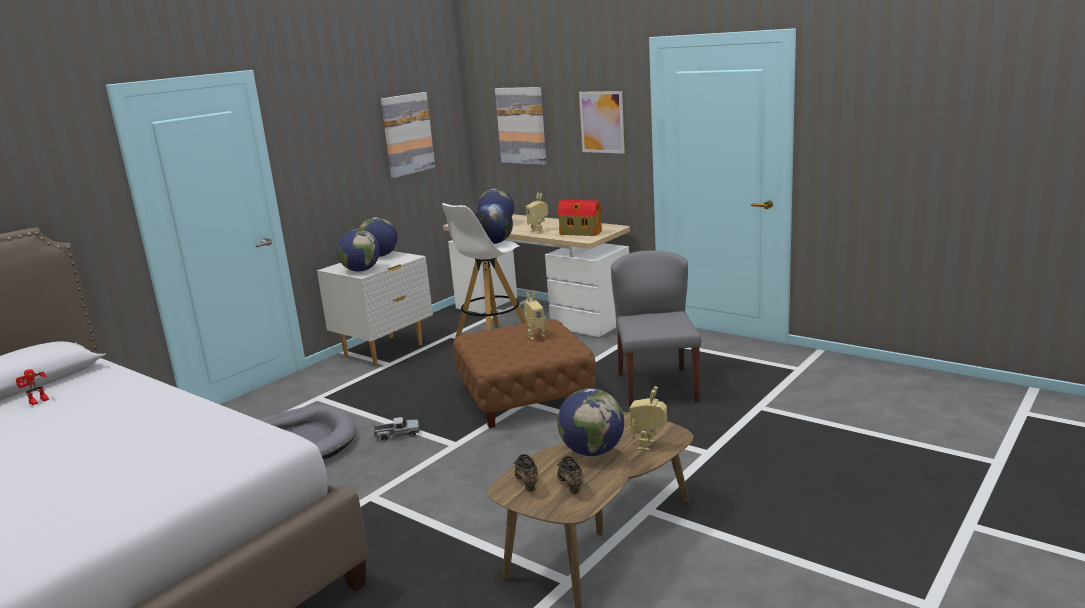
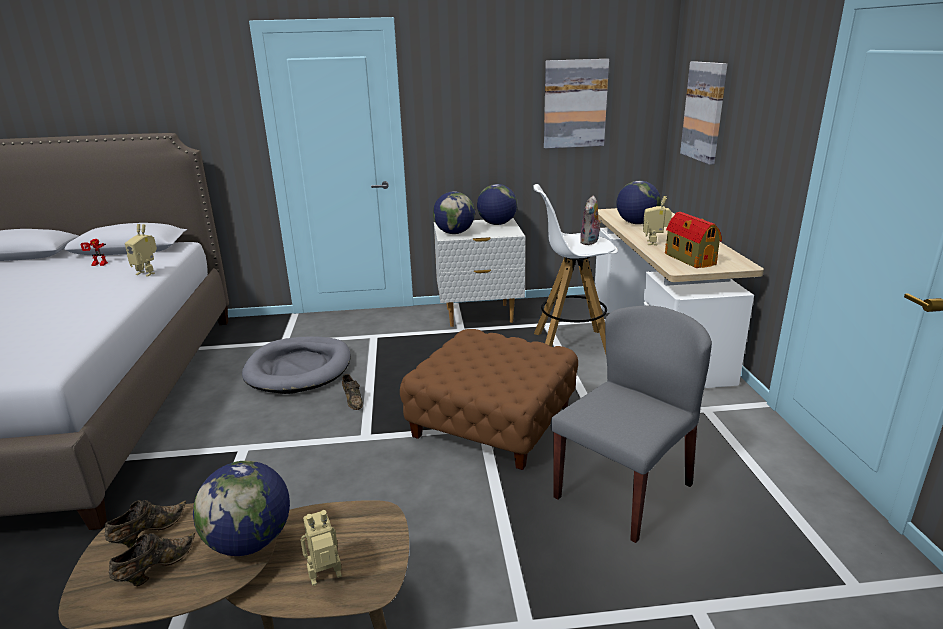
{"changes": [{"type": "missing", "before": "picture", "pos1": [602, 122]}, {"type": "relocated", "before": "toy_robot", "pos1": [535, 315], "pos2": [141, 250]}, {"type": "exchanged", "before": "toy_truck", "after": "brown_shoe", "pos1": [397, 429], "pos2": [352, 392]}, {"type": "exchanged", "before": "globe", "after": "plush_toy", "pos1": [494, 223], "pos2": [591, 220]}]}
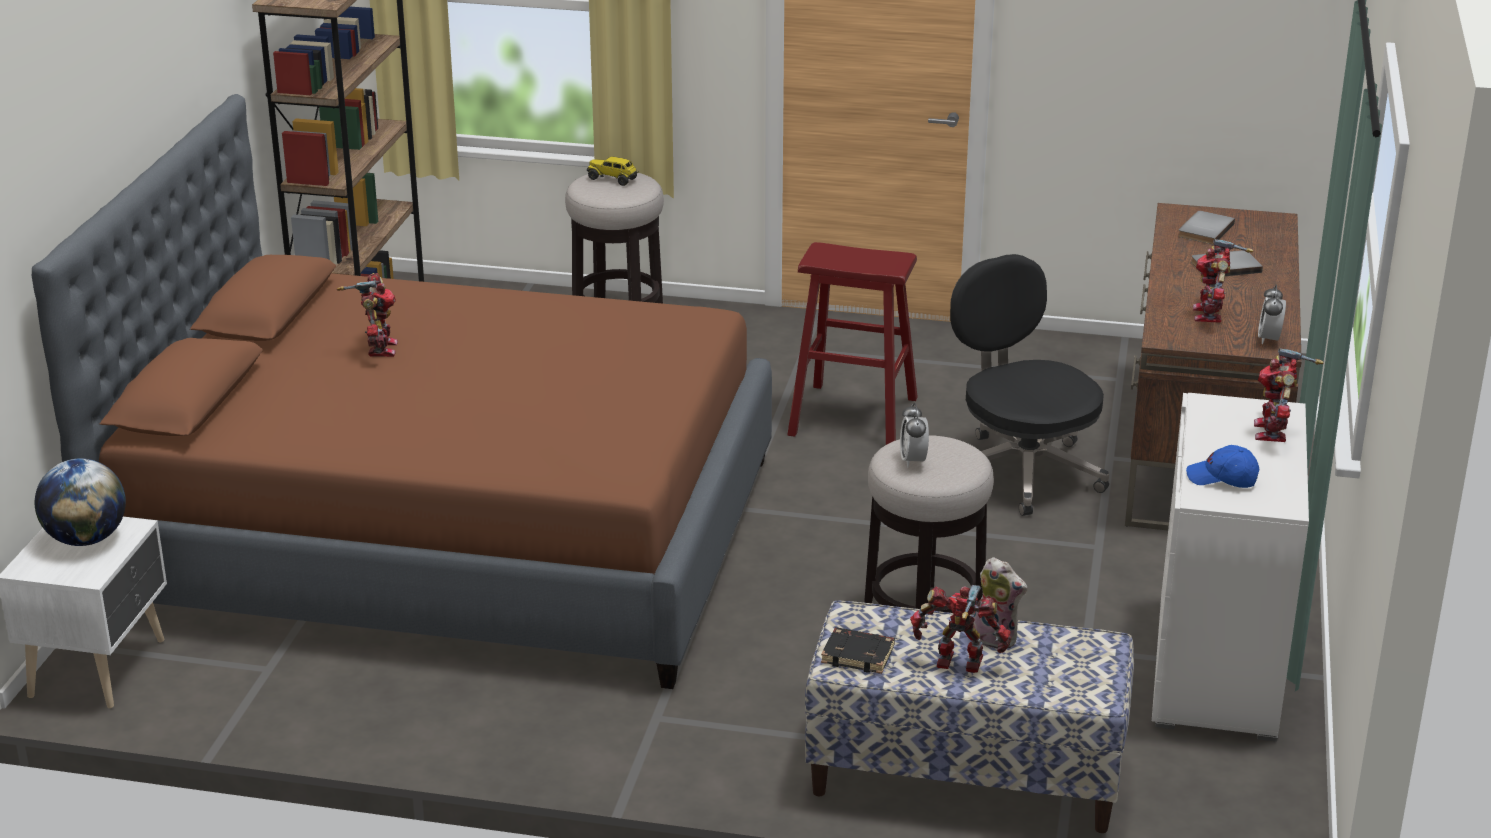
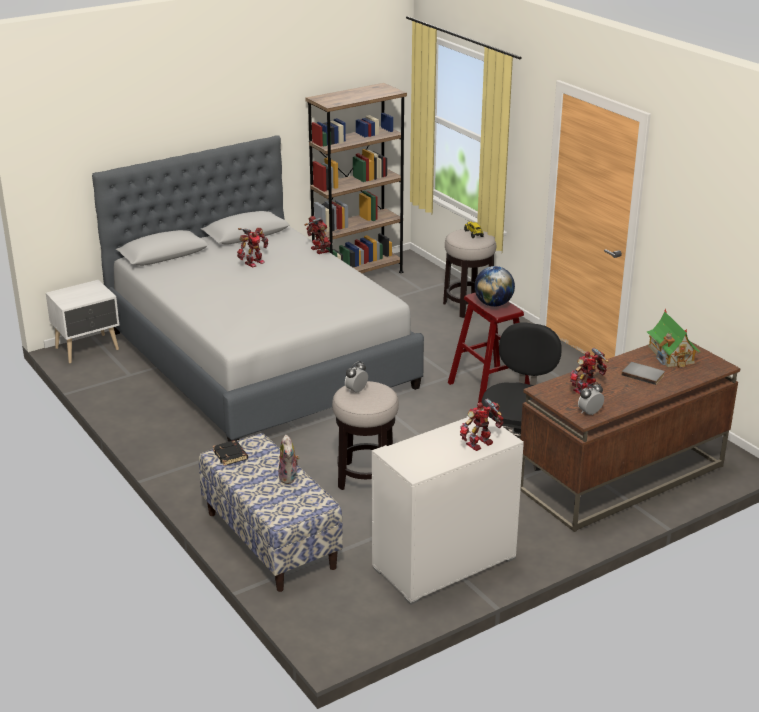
{"changes": [{"type": "missing", "before": "blue_cap", "pos1": [1222, 466]}, {"type": "relocated", "before": "globe", "pos1": [80, 502], "pos2": [494, 286]}, {"type": "relocated", "before": "toy_robot", "pos1": [960, 629], "pos2": [318, 235]}, {"type": "exchanged", "before": "grey_book", "after": "toy_house", "pos1": [1206, 228], "pos2": [674, 338]}, {"type": "colour", "before": "brown_bed", "after": "grey_bed", "pos1": [402, 391], "pos2": [258, 288]}]}
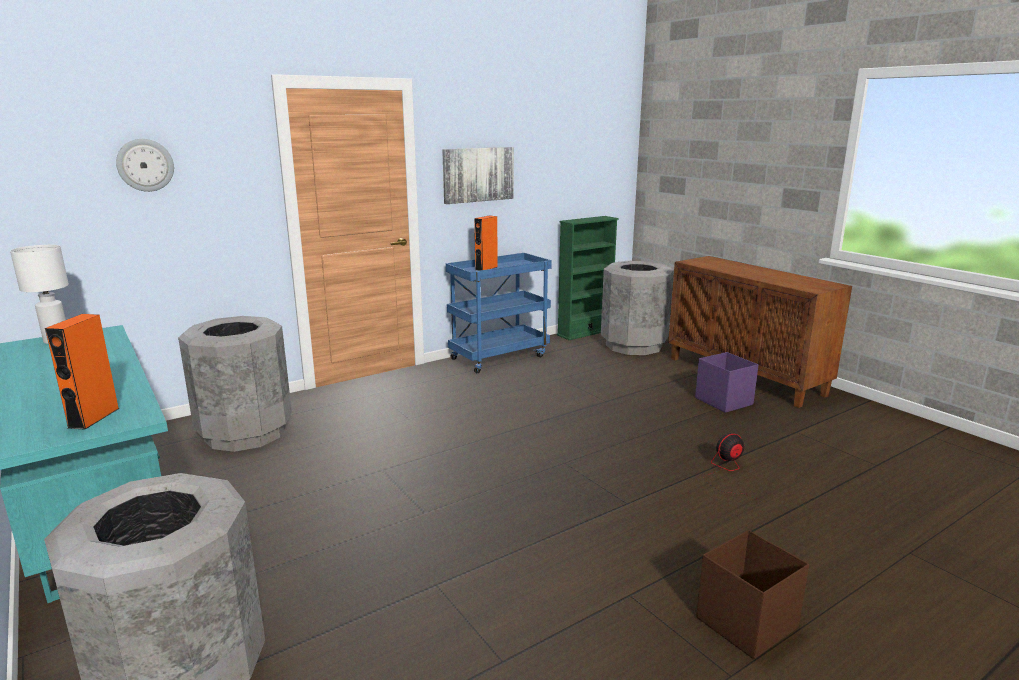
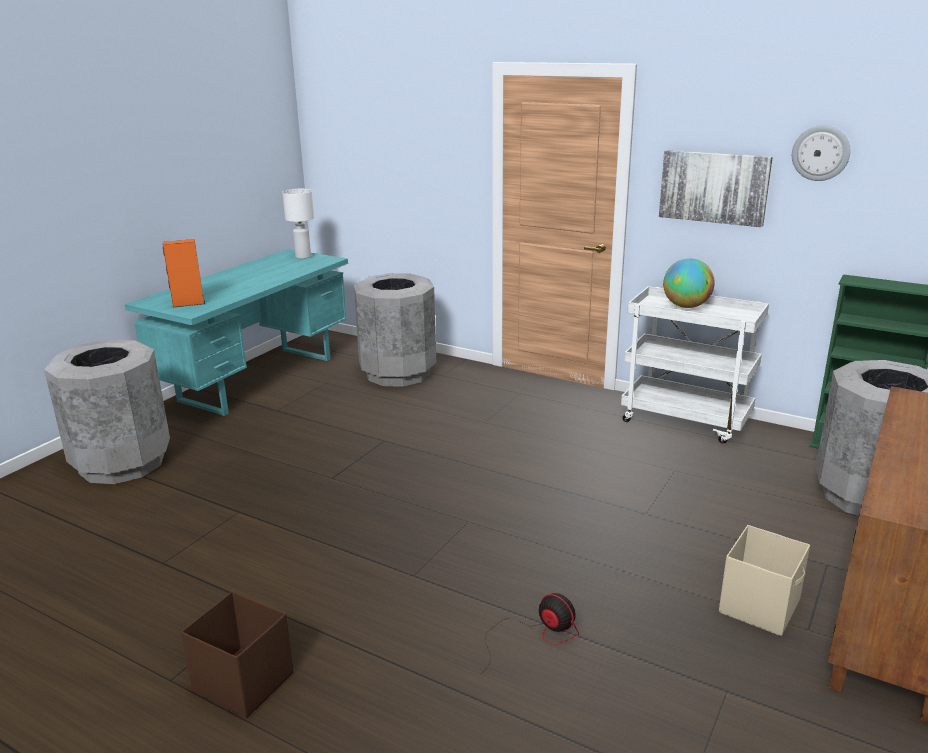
{"changes": [{"type": "relocated", "before": "wall_clock", "pos1": [145, 165], "pos2": [821, 153]}, {"type": "exchanged", "before": "orange_speaker", "after": "globe", "pos1": [486, 243], "pos2": [689, 283]}, {"type": "colour", "before": "blue_cart", "after": "white_cart", "pos1": [499, 313], "pos2": [695, 365]}, {"type": "colour", "before": "purple_storage_box", "after": "beige_storage_box", "pos1": [727, 382], "pos2": [764, 580]}]}
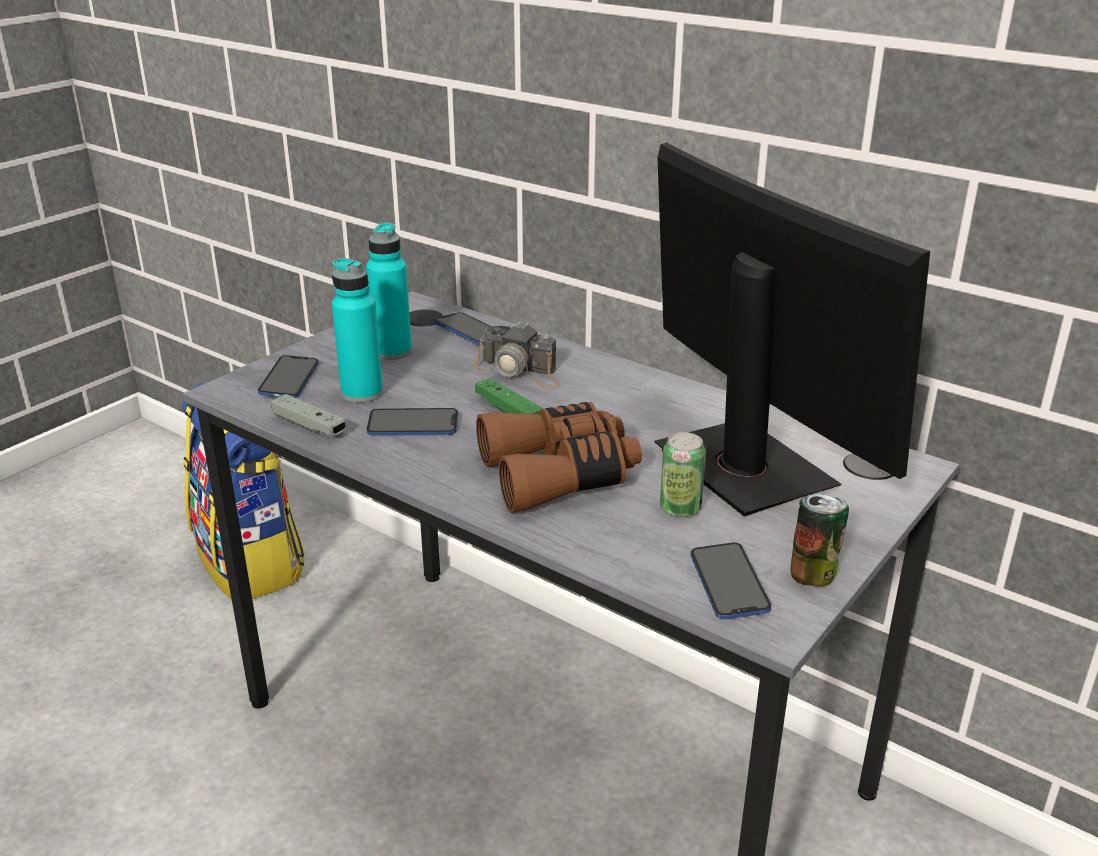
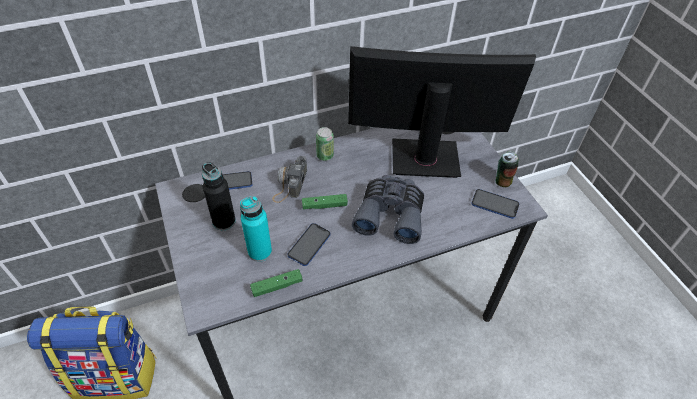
{"changes": [{"type": "missing", "before": "phone", "pos1": [288, 376]}, {"type": "relocated", "before": "can", "pos1": [683, 474], "pos2": [325, 144]}, {"type": "colour", "before": "grey_game_controller", "after": "green_game_controller", "pos1": [309, 415], "pos2": [276, 283]}, {"type": "colour", "before": "turquoise_bottle", "after": "black_bottle", "pos1": [389, 291], "pos2": [219, 196]}, {"type": "colour", "before": "brown_binoculars", "after": "grey_binoculars", "pos1": [559, 457], "pos2": [388, 209]}, {"type": "spun", "before": "photo_camera", "pos1": [517, 355], "pos2": [289, 179], "turn": 135}]}
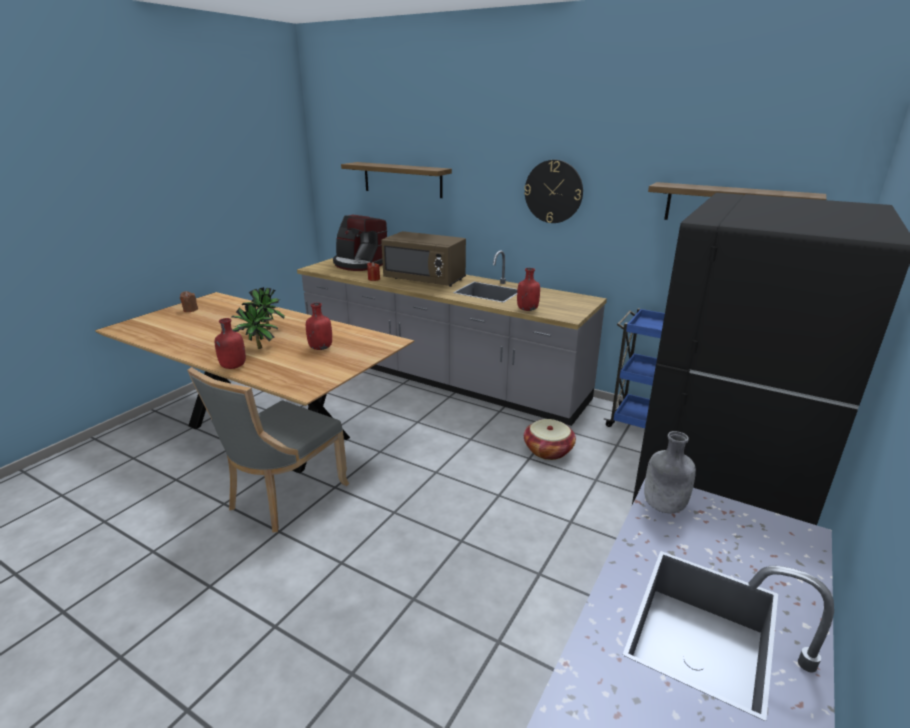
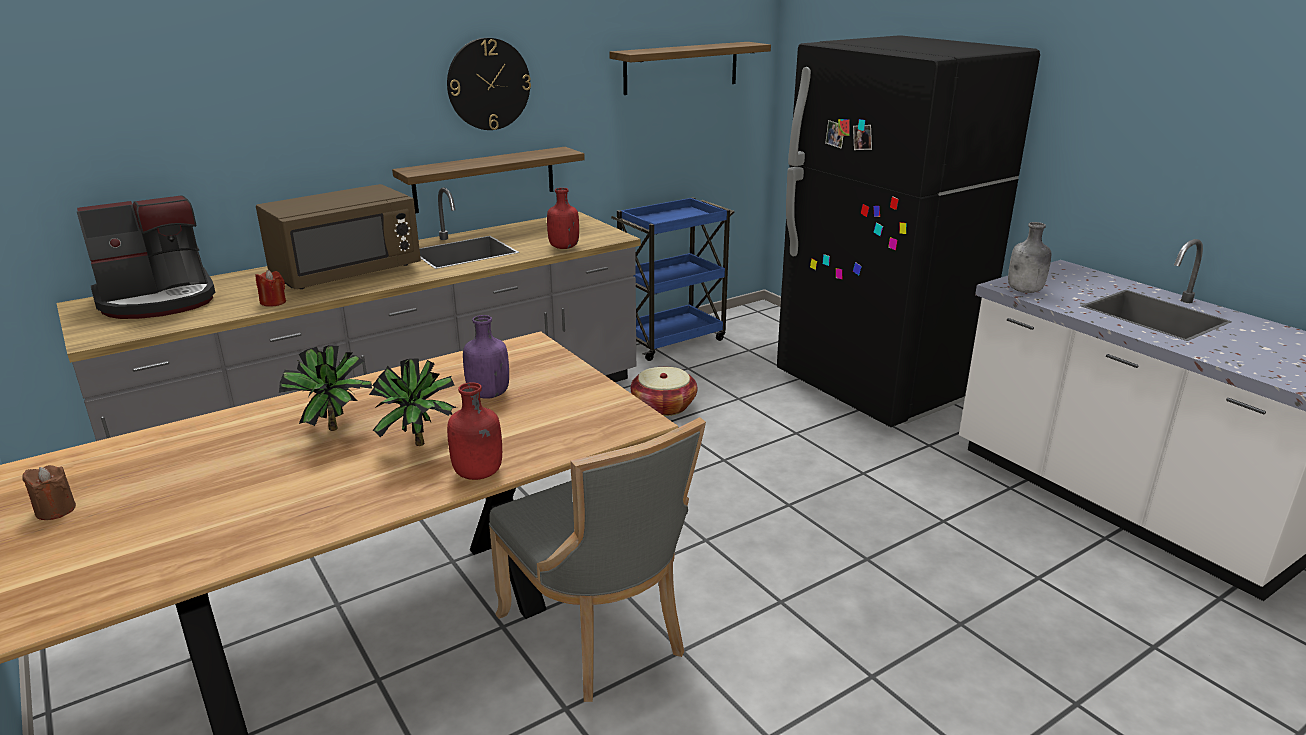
{"changes": [{"type": "relocated", "before": "shelf", "pos1": [396, 180], "pos2": [488, 180]}, {"type": "colour", "before": "red_bottle", "after": "purple_bottle", "pos1": [319, 326], "pos2": [486, 357]}]}
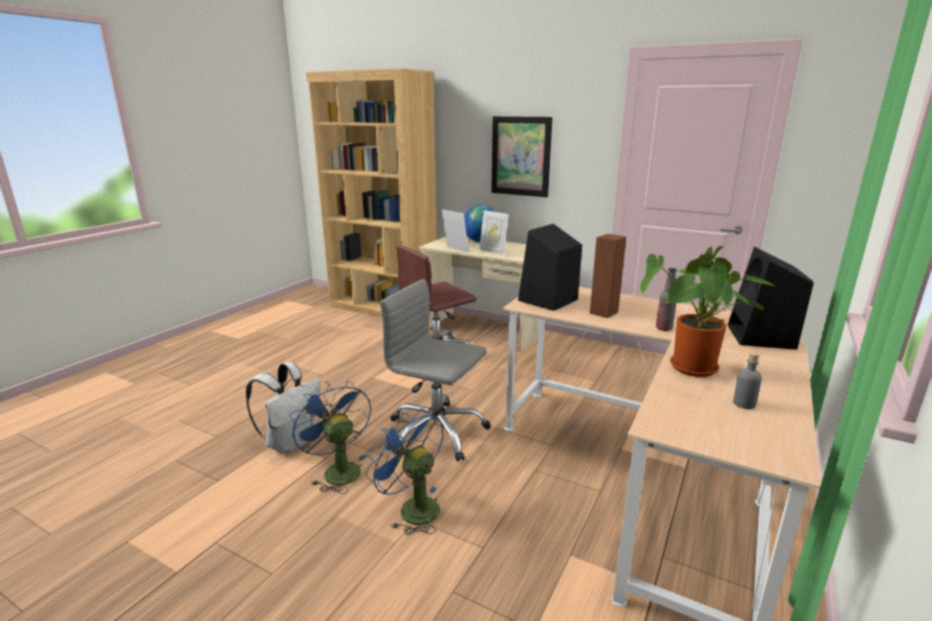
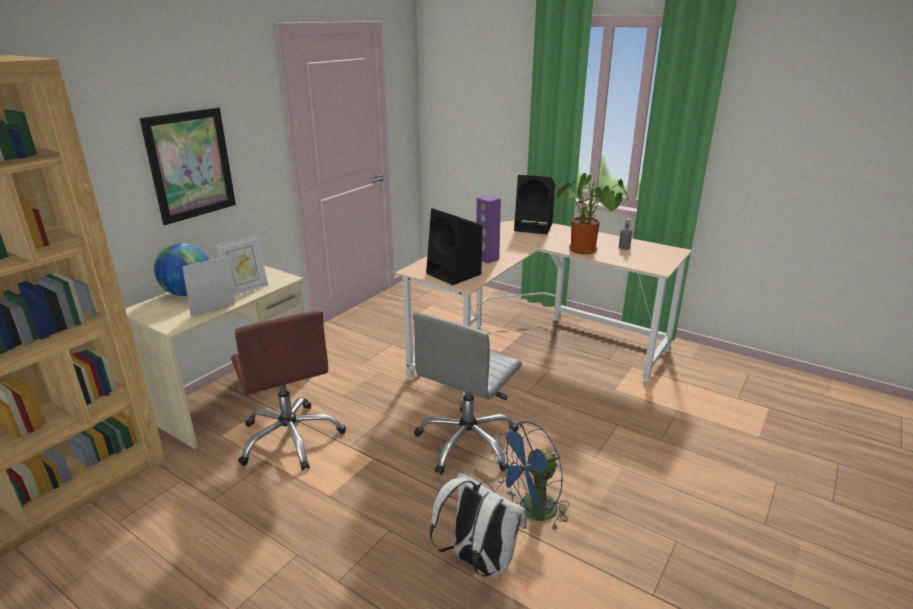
{"changes": [{"type": "missing", "before": "blue_fan", "pos1": [404, 471]}, {"type": "missing", "before": "bottle", "pos1": [666, 299]}, {"type": "colour", "before": "brown_speaker", "after": "purple_speaker", "pos1": [608, 276], "pos2": [488, 229]}]}
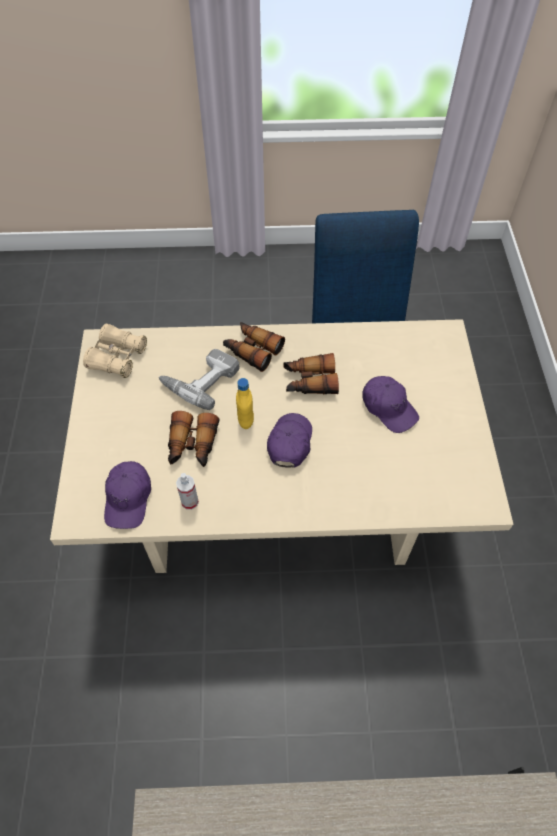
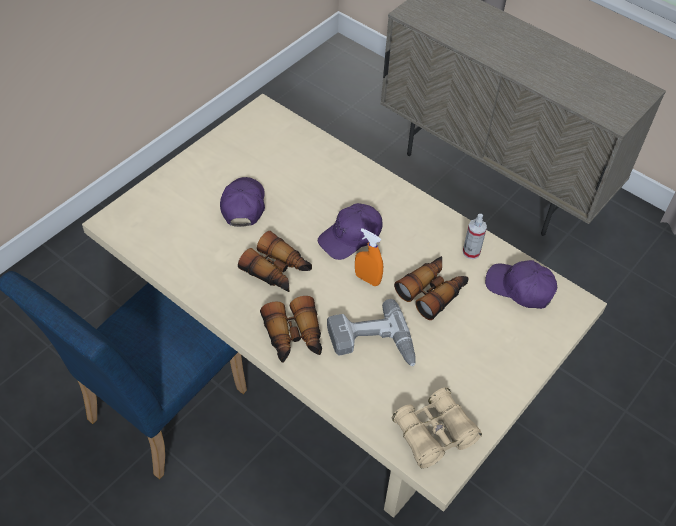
{"changes": [{"type": "exchanged", "before": "yellow_bottle", "after": "orange_spray_bottle", "pos1": [245, 403], "pos2": [369, 257]}, {"type": "spun", "before": "purple_cap", "pos1": [127, 495], "pos2": [521, 284], "turn": -105}]}
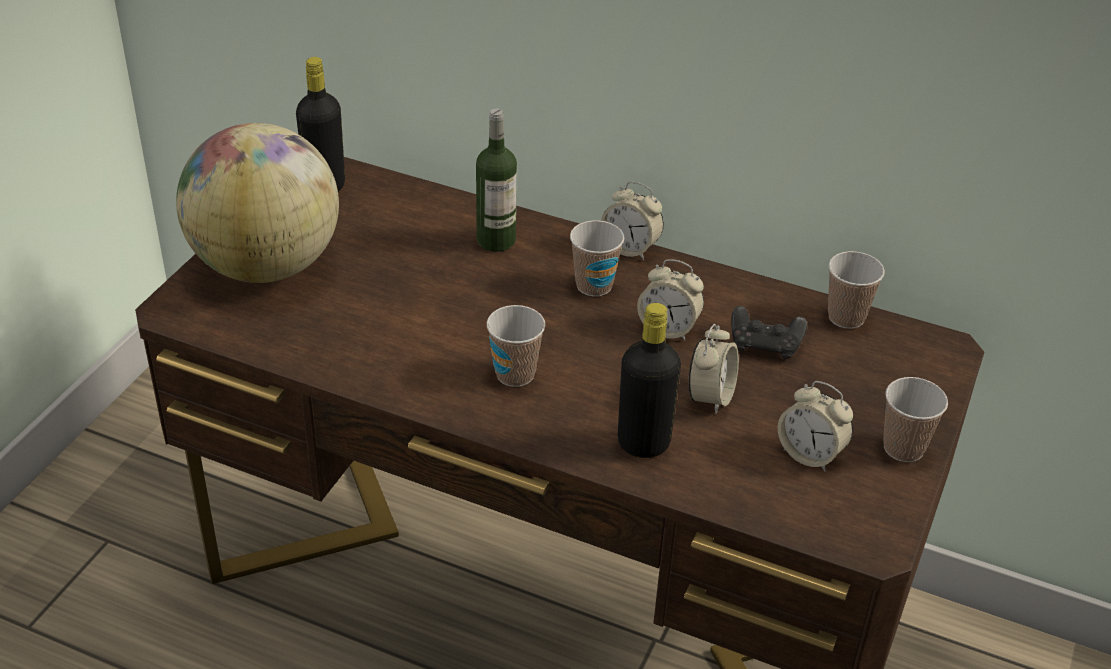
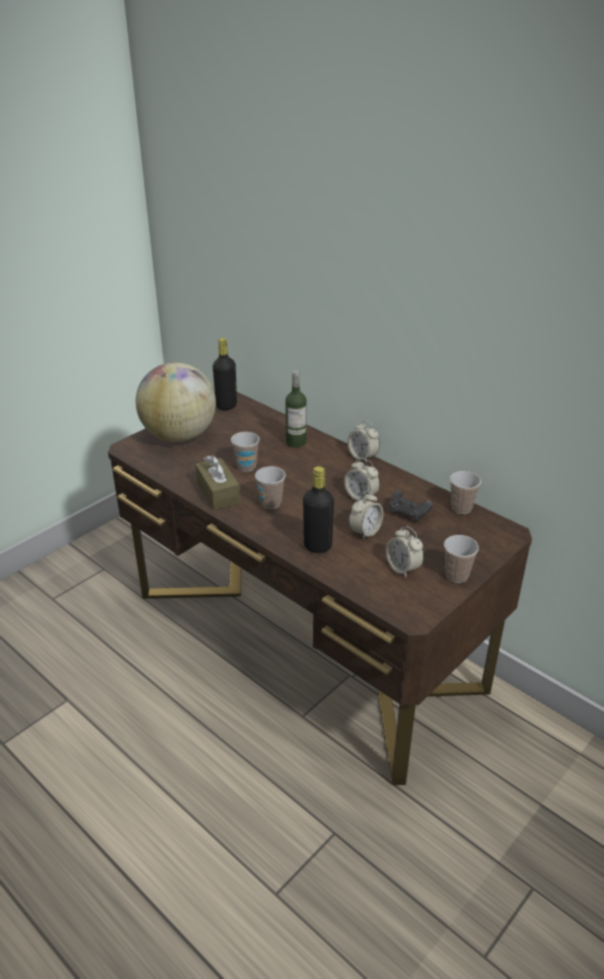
{"changes": [{"type": "appeared", "after": "brown_tissue_box", "pos2": [218, 482]}, {"type": "relocated", "before": "cup", "pos1": [597, 258], "pos2": [245, 452]}]}
